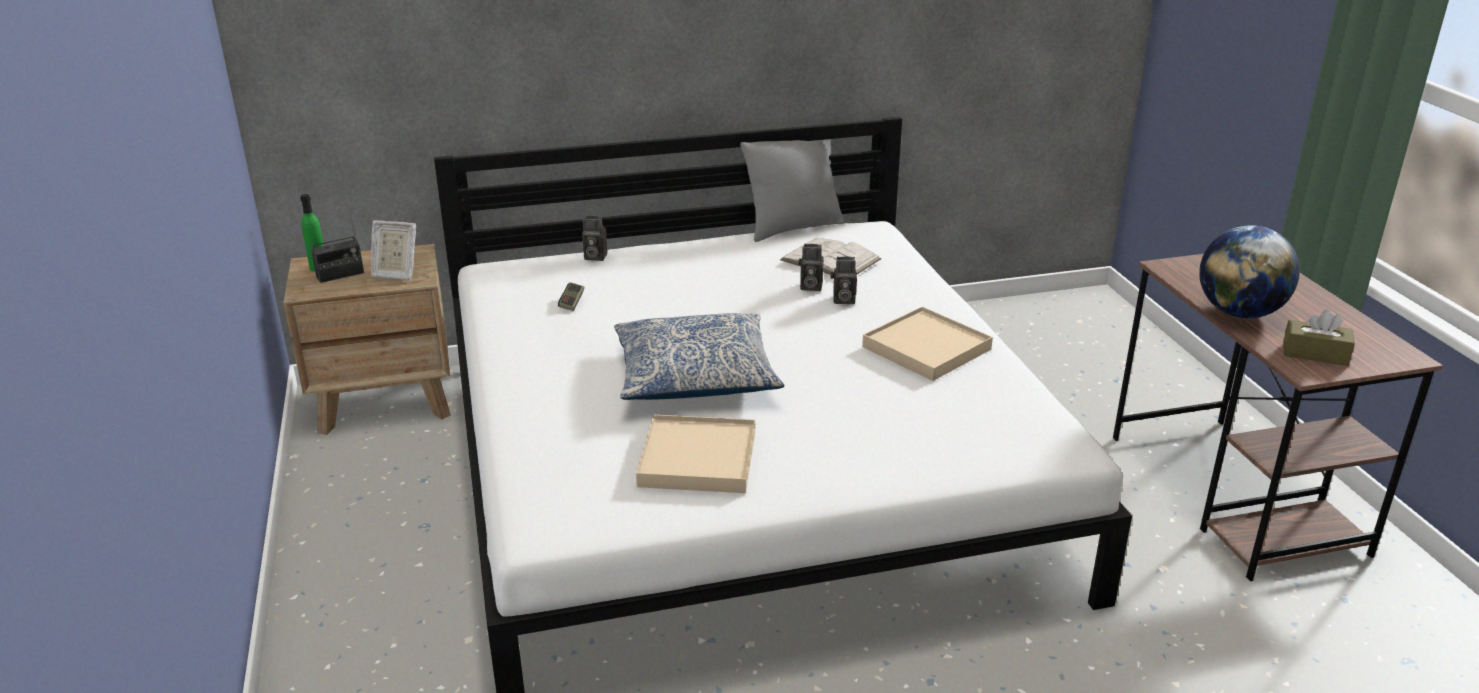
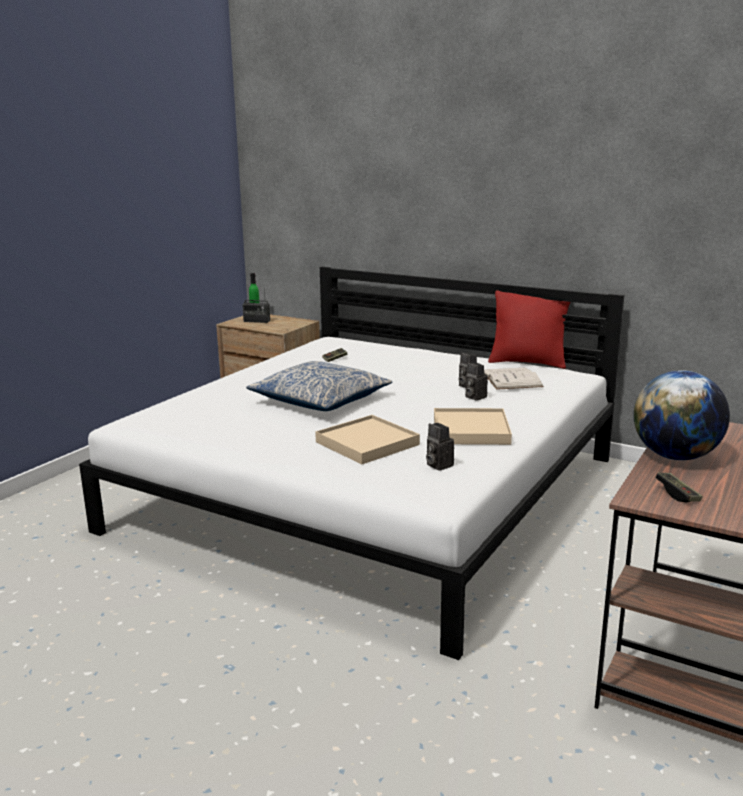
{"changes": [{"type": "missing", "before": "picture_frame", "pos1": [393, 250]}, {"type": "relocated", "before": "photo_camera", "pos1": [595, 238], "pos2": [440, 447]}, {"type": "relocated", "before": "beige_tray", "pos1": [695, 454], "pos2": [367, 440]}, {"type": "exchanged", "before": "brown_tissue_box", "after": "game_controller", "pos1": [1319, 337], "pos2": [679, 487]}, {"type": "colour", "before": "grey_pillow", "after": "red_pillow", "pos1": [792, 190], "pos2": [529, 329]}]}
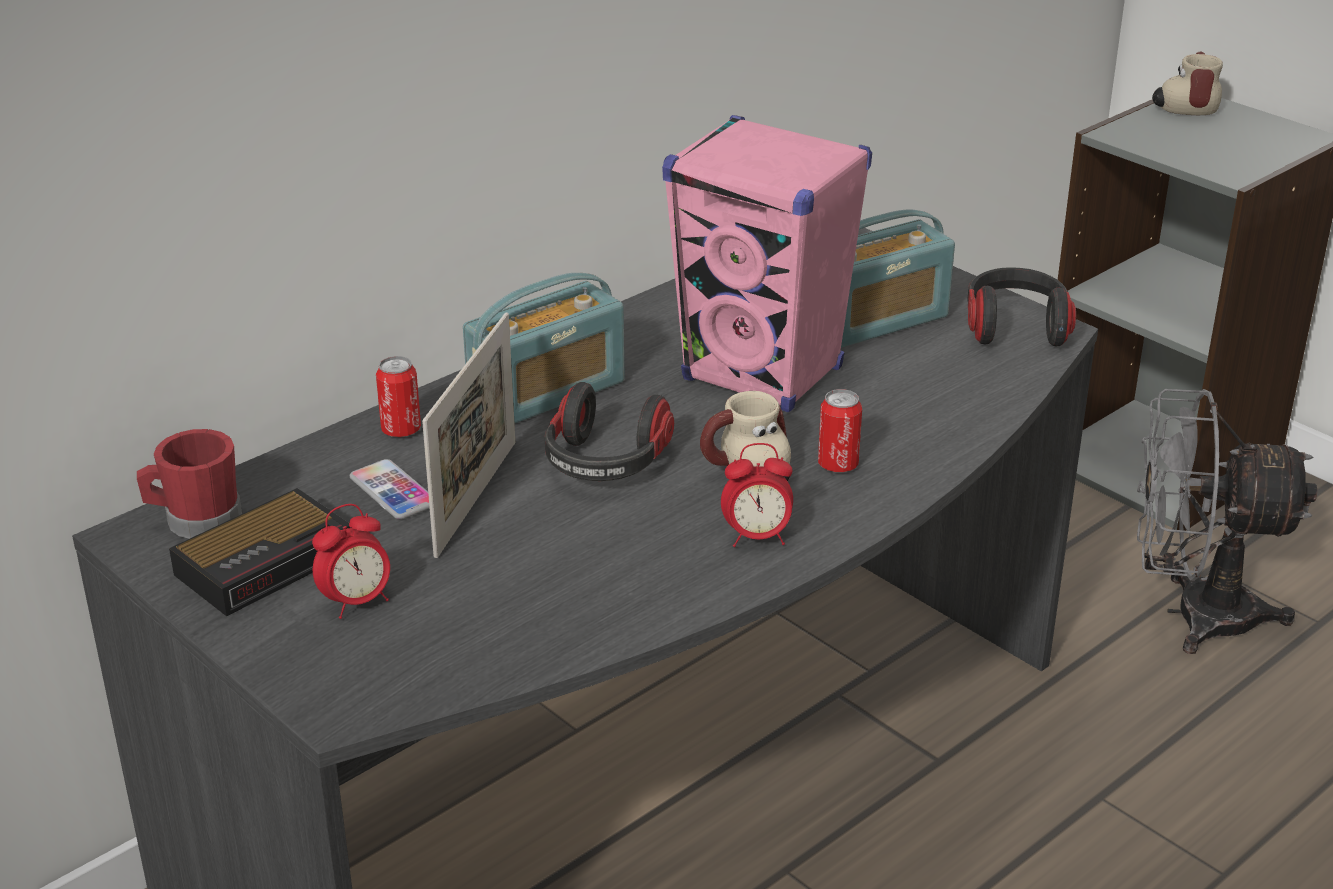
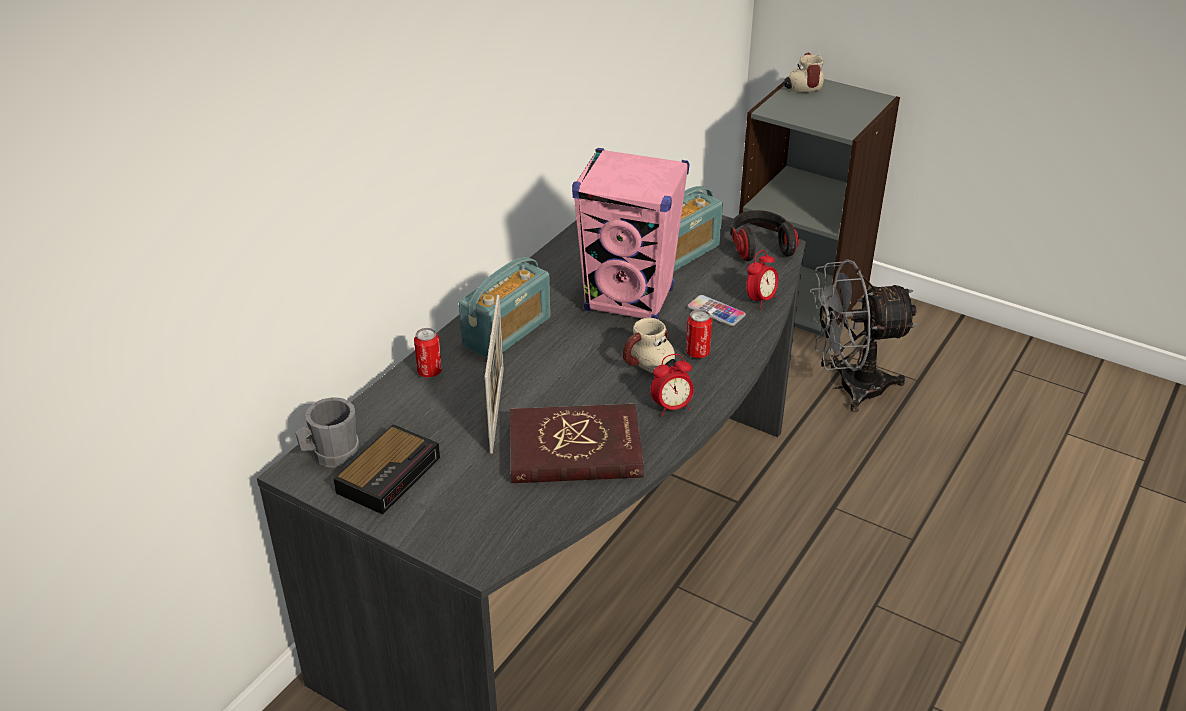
{"changes": [{"type": "missing", "before": "headphones", "pos1": [609, 431]}, {"type": "appeared", "after": "red_book", "pos2": [577, 443]}, {"type": "relocated", "before": "alarm_clock", "pos1": [351, 561], "pos2": [762, 279]}, {"type": "relocated", "before": "phone", "pos1": [390, 489], "pos2": [716, 310]}, {"type": "colour", "before": "red_mug", "after": "grey_mug", "pos1": [189, 484], "pos2": [327, 432]}]}
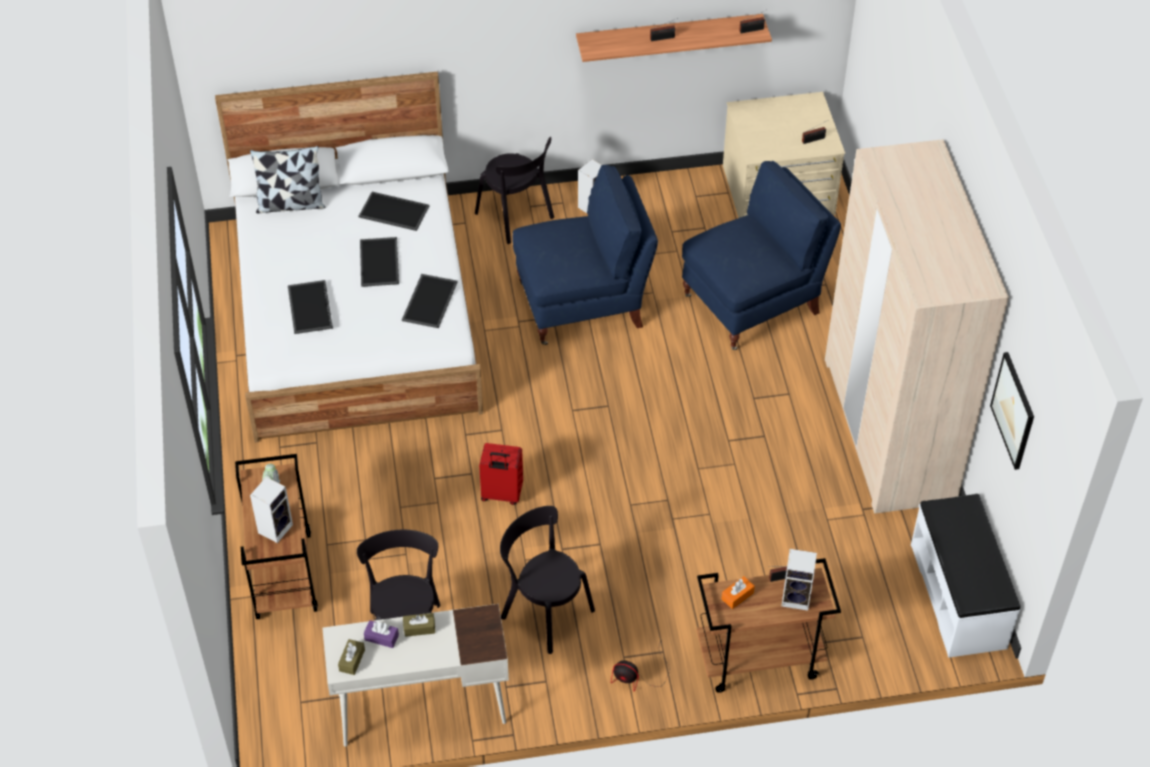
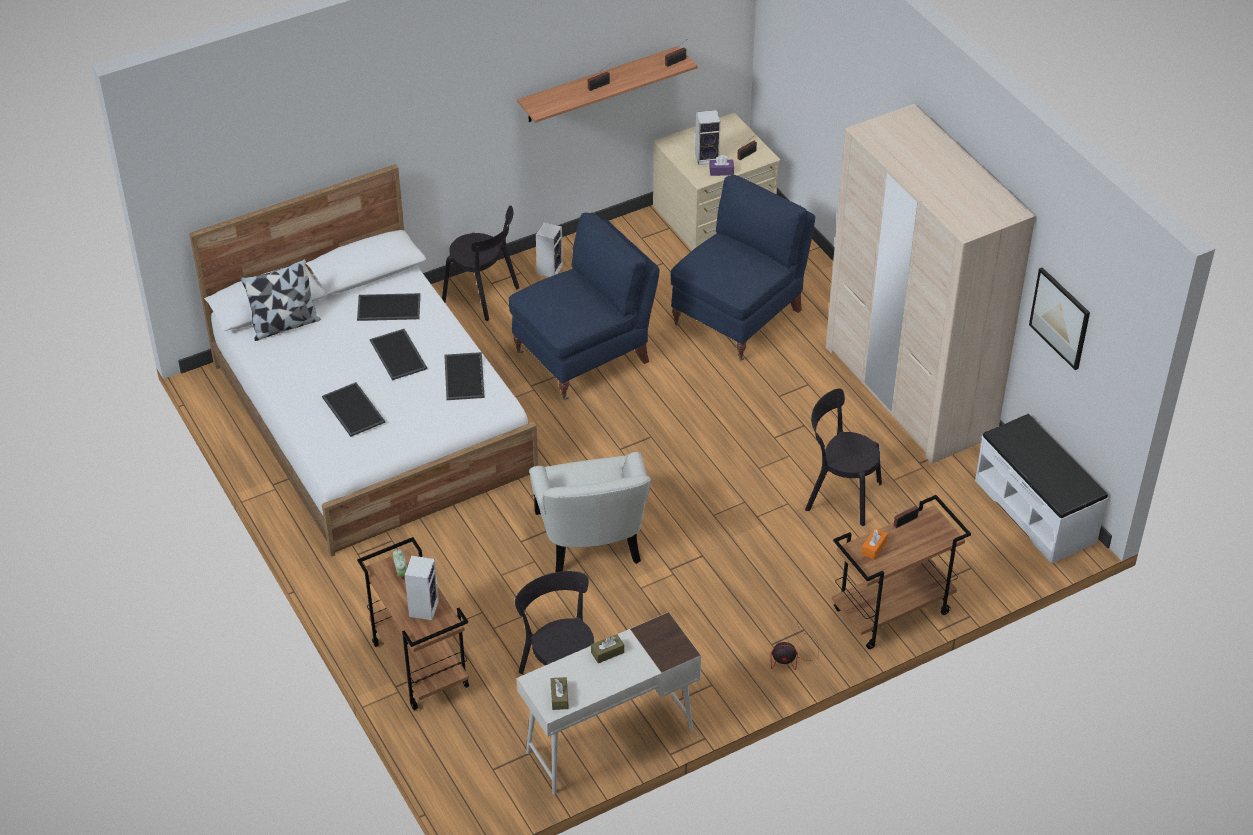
{"changes": [{"type": "relocated", "before": "purple_tissue_box", "pos1": [381, 634], "pos2": [721, 165]}, {"type": "relocated", "before": "black_chair", "pos1": [547, 580], "pos2": [843, 457]}, {"type": "relocated", "before": "speaker", "pos1": [799, 580], "pos2": [708, 137]}, {"type": "exchanged", "before": "red_suitcase", "after": "white_armchair", "pos1": [501, 474], "pos2": [590, 512]}]}
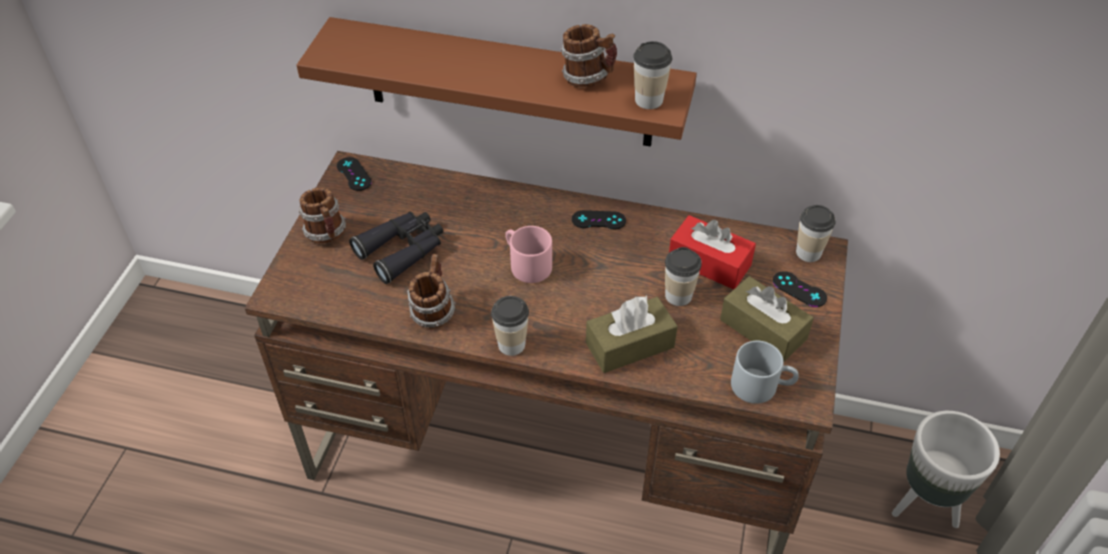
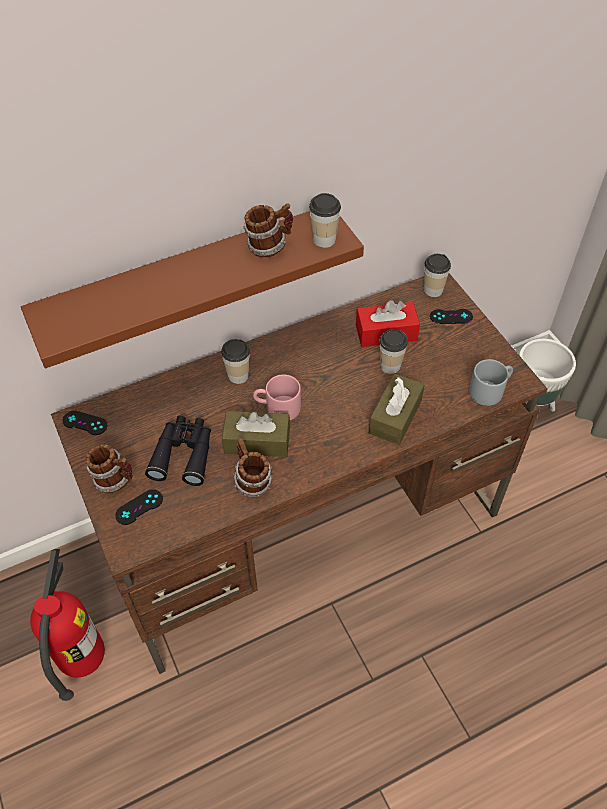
{"changes": [{"type": "appeared", "after": "fire_extinguisher", "pos2": [67, 625]}, {"type": "relocated", "before": "cup", "pos1": [510, 326], "pos2": [235, 361]}, {"type": "relocated", "before": "black_game_controller", "pos1": [599, 219], "pos2": [139, 507]}, {"type": "relocated", "before": "brown_tissue_box", "pos1": [767, 319], "pos2": [256, 434]}]}
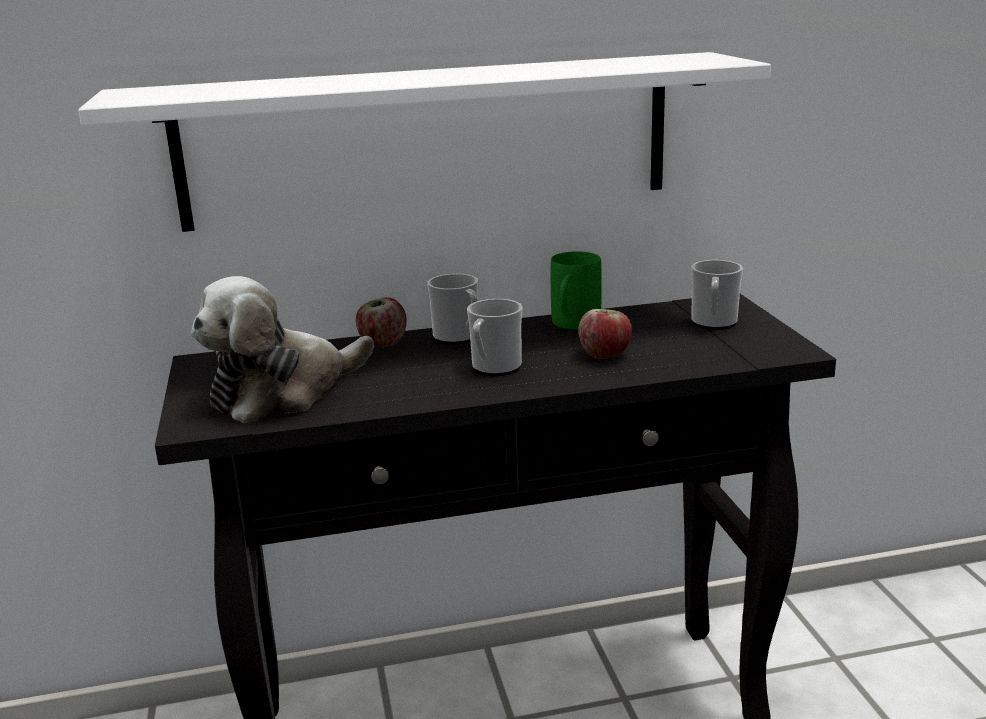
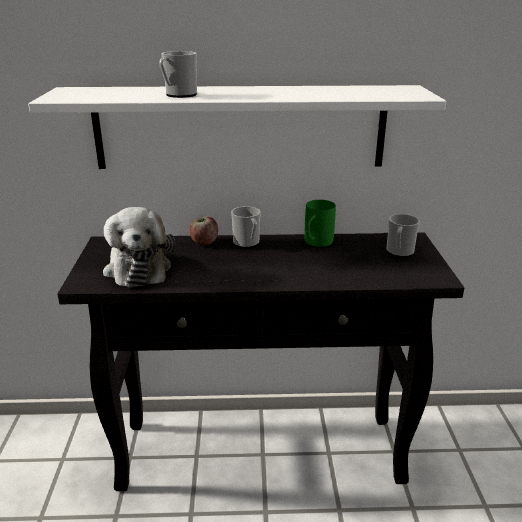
{"changes": [{"type": "missing", "before": "apple", "pos1": [605, 334]}, {"type": "relocated", "before": "mug", "pos1": [494, 337], "pos2": [178, 74]}, {"type": "spun", "before": "plush_toy", "pos1": [282, 349], "pos2": [139, 247], "turn": -75}]}
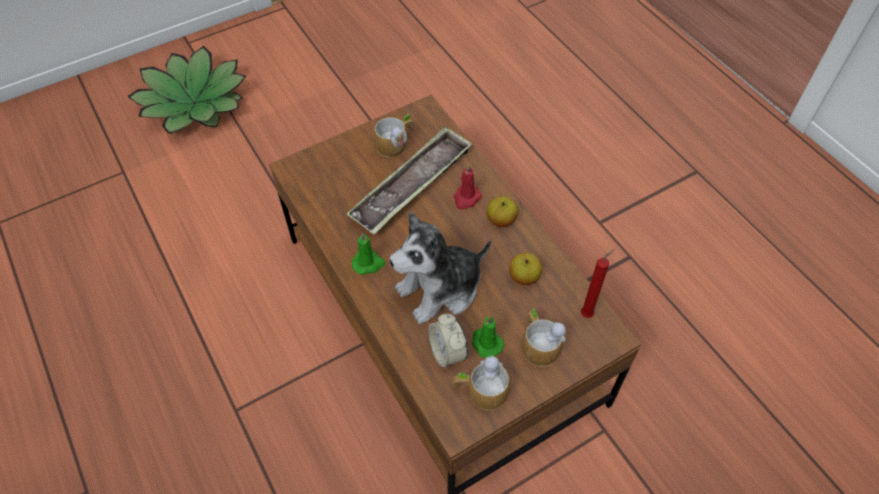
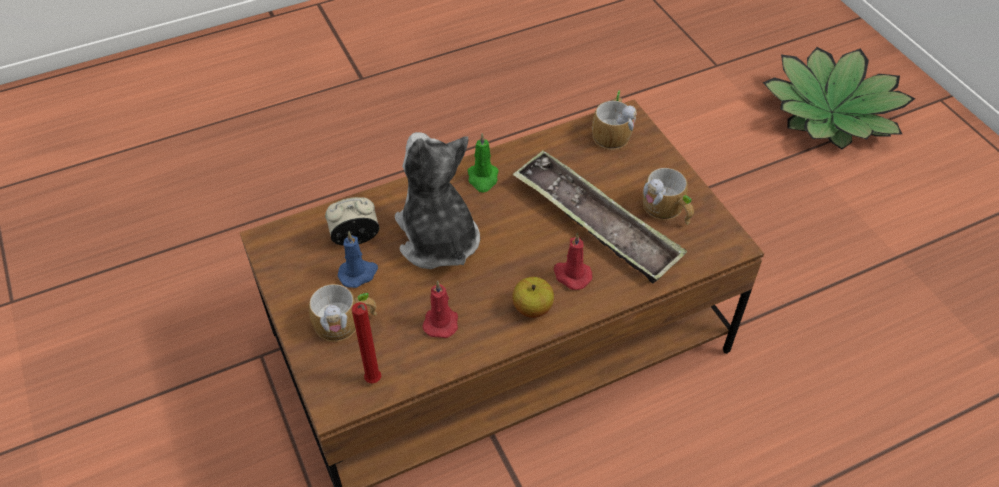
{"changes": [{"type": "relocated", "before": "mug", "pos1": [481, 383], "pos2": [614, 120]}, {"type": "exchanged", "before": "apple", "after": "red_candle", "pos1": [525, 269], "pos2": [440, 309]}, {"type": "colour", "before": "green_candle", "after": "blue_candle", "pos1": [488, 337], "pos2": [358, 259]}]}
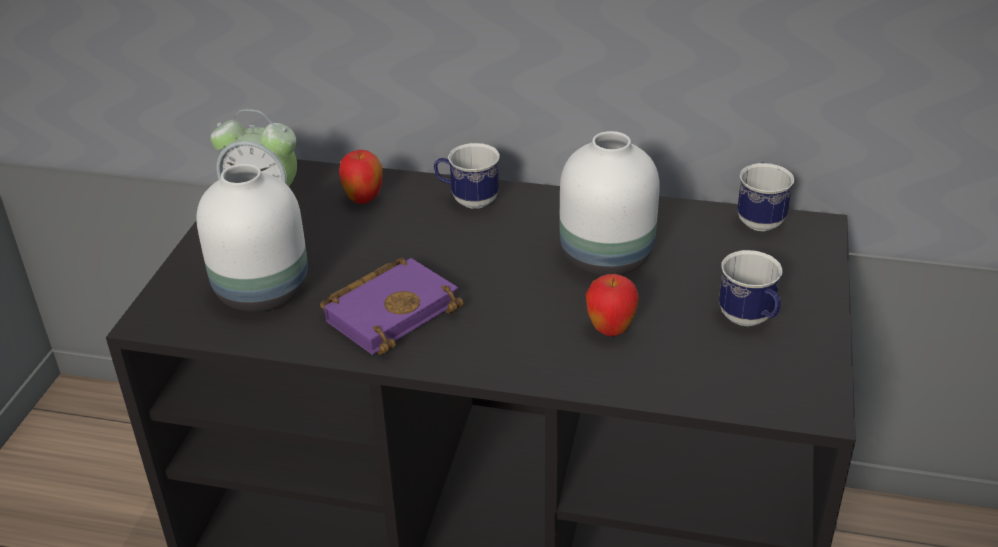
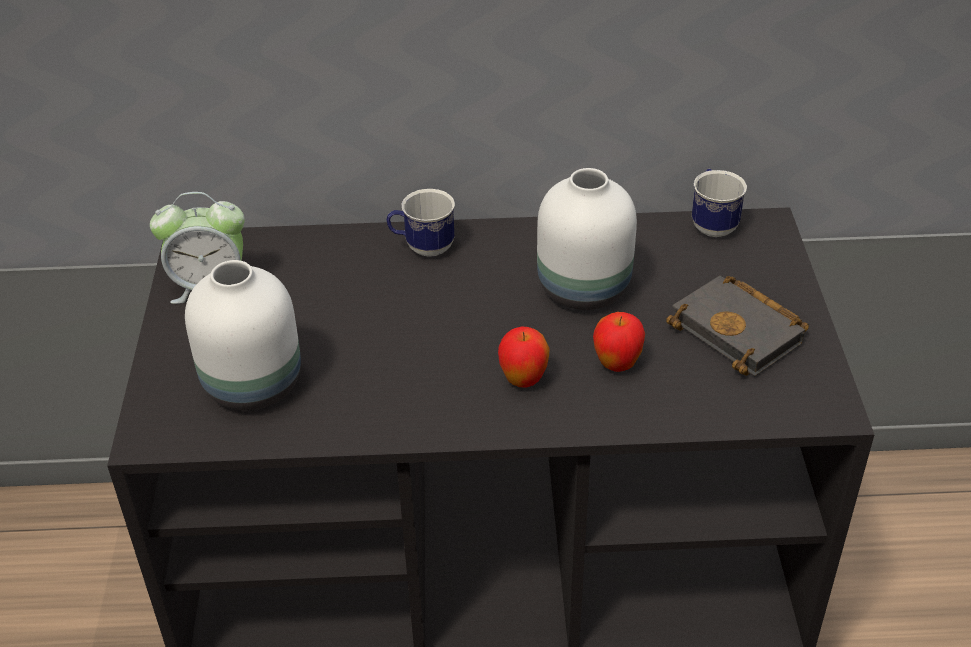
{"changes": [{"type": "missing", "before": "purple_book", "pos1": [391, 306]}, {"type": "relocated", "before": "apple", "pos1": [360, 177], "pos2": [523, 356]}, {"type": "exchanged", "before": "mug", "after": "black_book", "pos1": [751, 288], "pos2": [737, 326]}]}
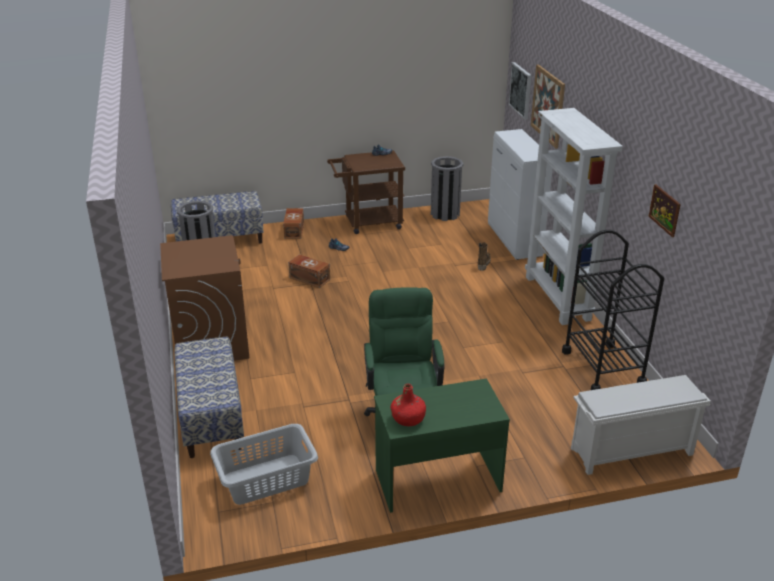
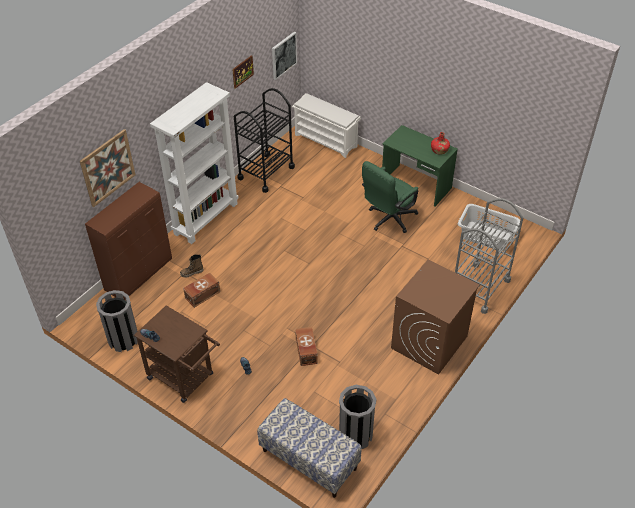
{"changes": [{"type": "relocated", "before": "brown_storage_box", "pos1": [293, 223], "pos2": [201, 290]}, {"type": "relocated", "before": "picture", "pos1": [520, 90], "pos2": [284, 56]}, {"type": "exchanged", "before": "bench", "after": "grey_cart", "pos1": [209, 397], "pos2": [489, 256]}, {"type": "colour", "before": "white_cabinet", "after": "brown_cabinet", "pos1": [520, 194], "pos2": [128, 241]}]}
